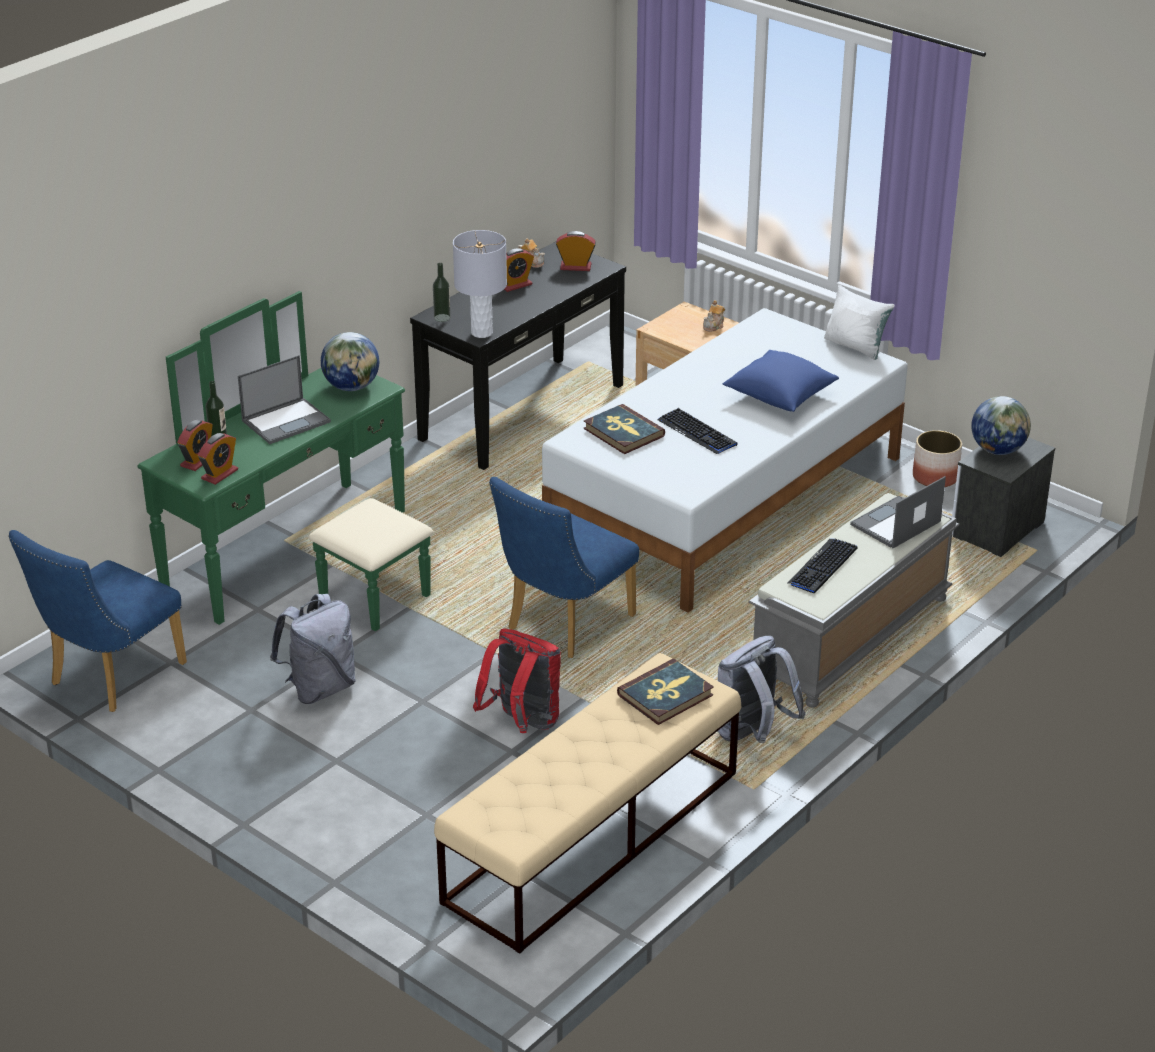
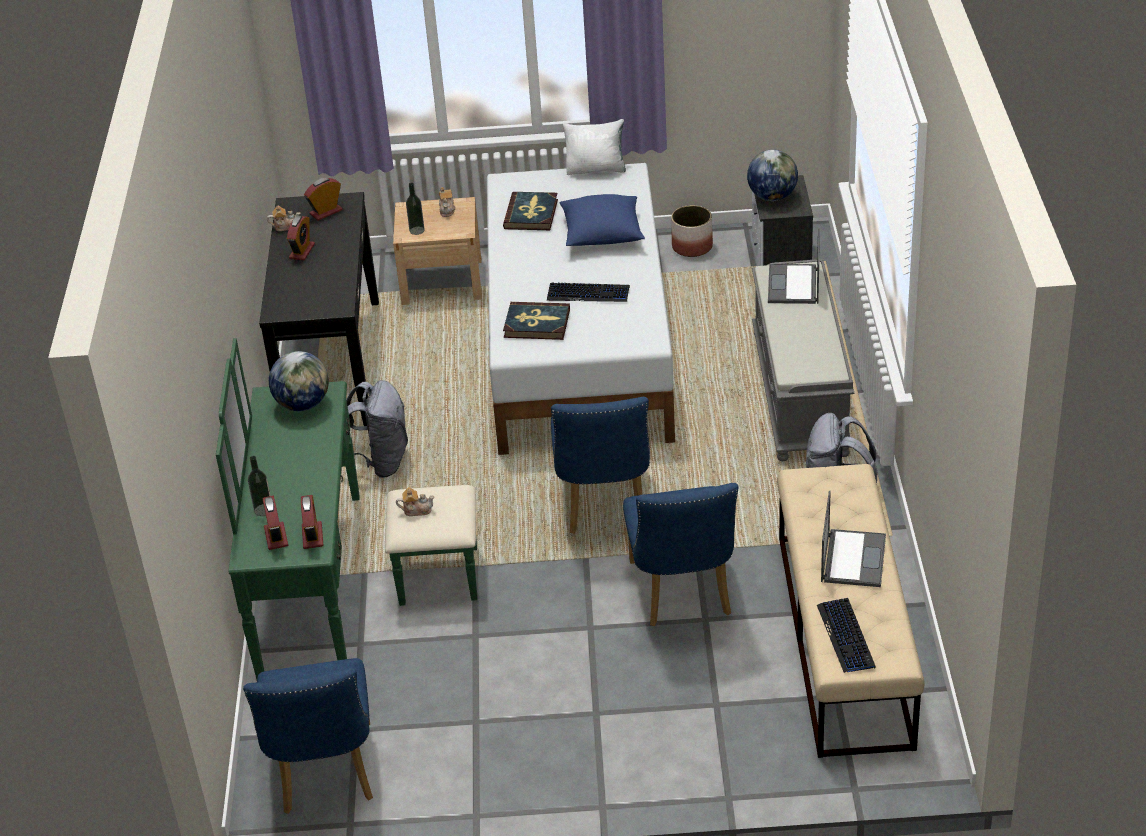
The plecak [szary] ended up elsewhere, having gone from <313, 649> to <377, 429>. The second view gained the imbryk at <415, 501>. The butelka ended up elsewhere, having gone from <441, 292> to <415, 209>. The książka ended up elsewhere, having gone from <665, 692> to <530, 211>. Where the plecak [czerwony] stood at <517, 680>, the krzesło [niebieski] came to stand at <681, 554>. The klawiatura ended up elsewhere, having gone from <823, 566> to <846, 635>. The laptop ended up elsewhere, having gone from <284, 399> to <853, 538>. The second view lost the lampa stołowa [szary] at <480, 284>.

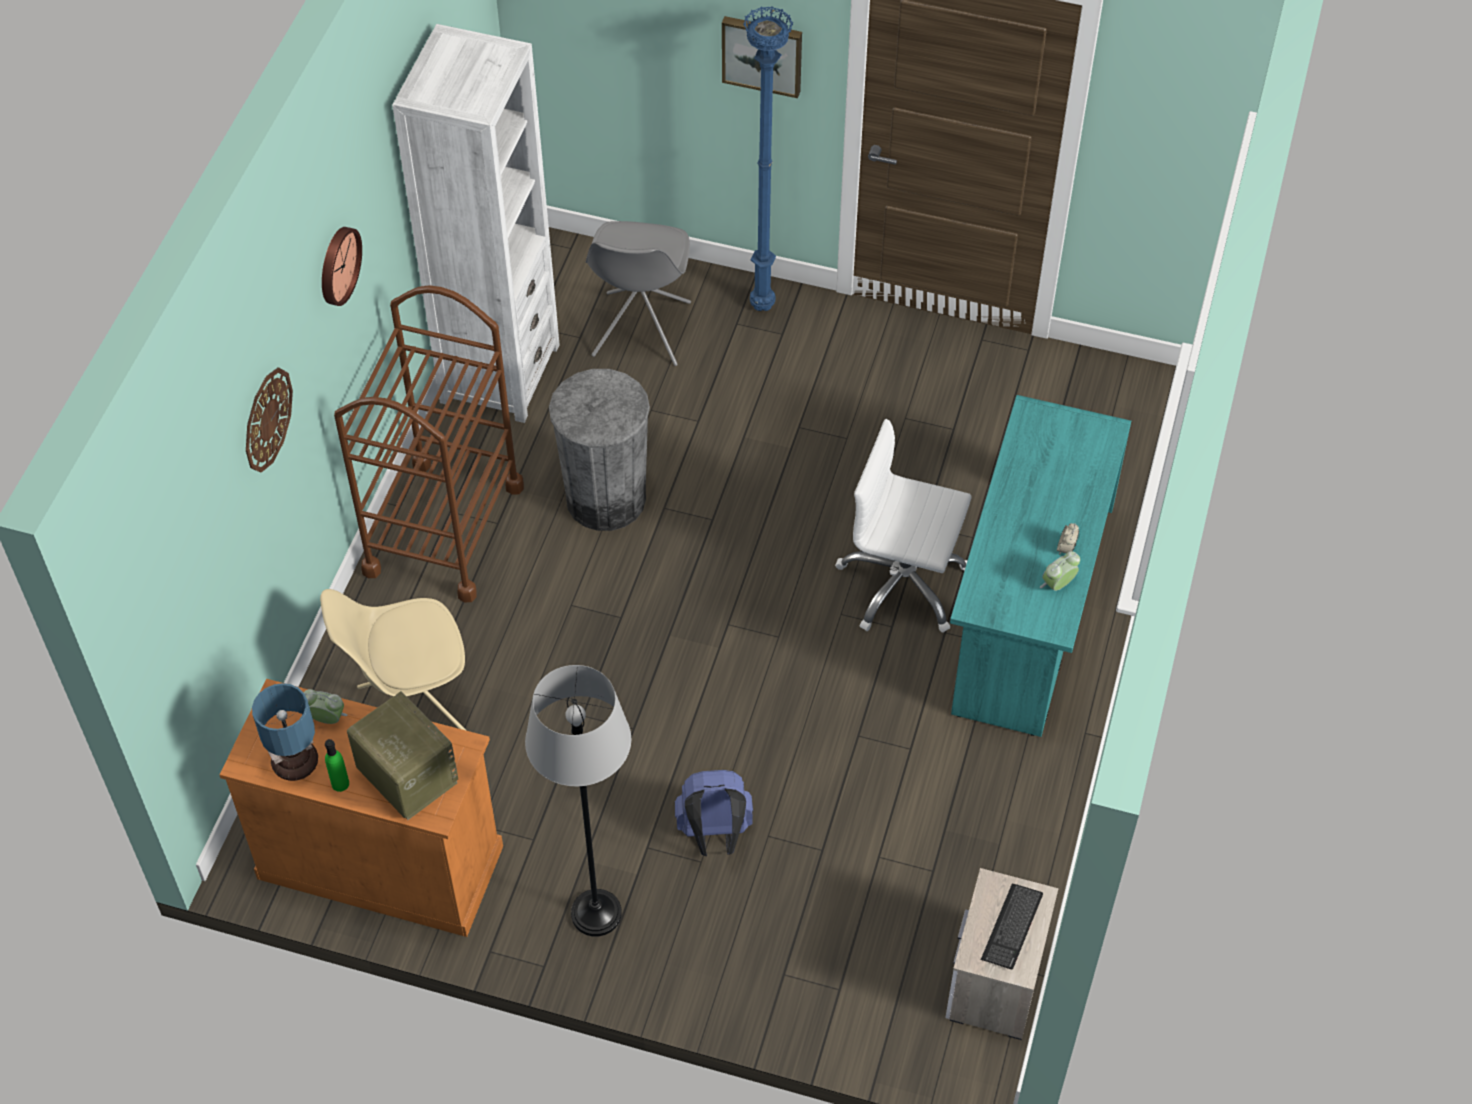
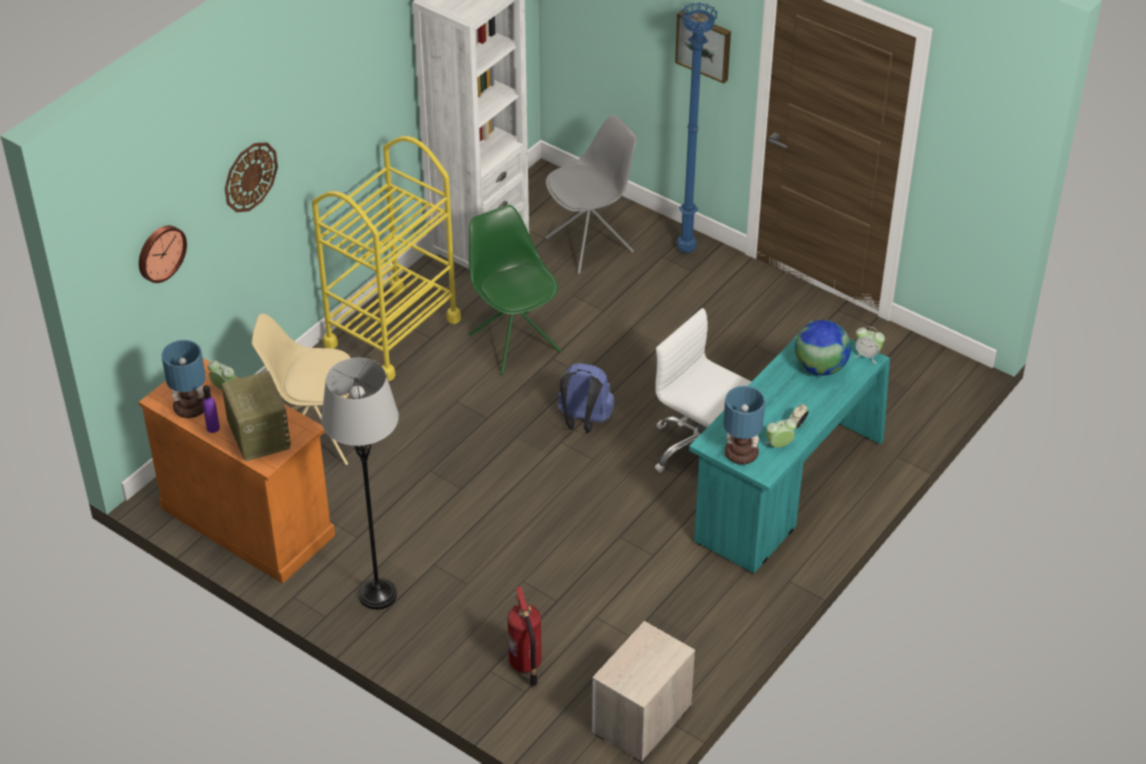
The zegar ścienny ended up elsewhere, having gone from <342, 266> to <163, 254>. What was the butelka [zielony] at <337, 765> turned into the butelka [fioletowy] at <211, 409>. What was the wózek [brązowy] at <429, 443> turned into the wózek [żółty] at <386, 258>. Where the kosz na śmieci [szary] stood at <599, 450>, the krzesło [zielony] came to stand at <515, 290>. The second view gained the gaśnica at <525, 637>. The krzesło [szary] at <638, 293> ended up facing another way, 150 degrees counterclockwise from before. The plecak [niebieski] ended up elsewhere, having gone from <714, 813> to <586, 398>. The second view gained the lampa stołowa at <744, 425>. The second view gained the globus at <823, 348>. The second view gained the budzik at <869, 345>. The second view lost the klawiatura at <1012, 926>.

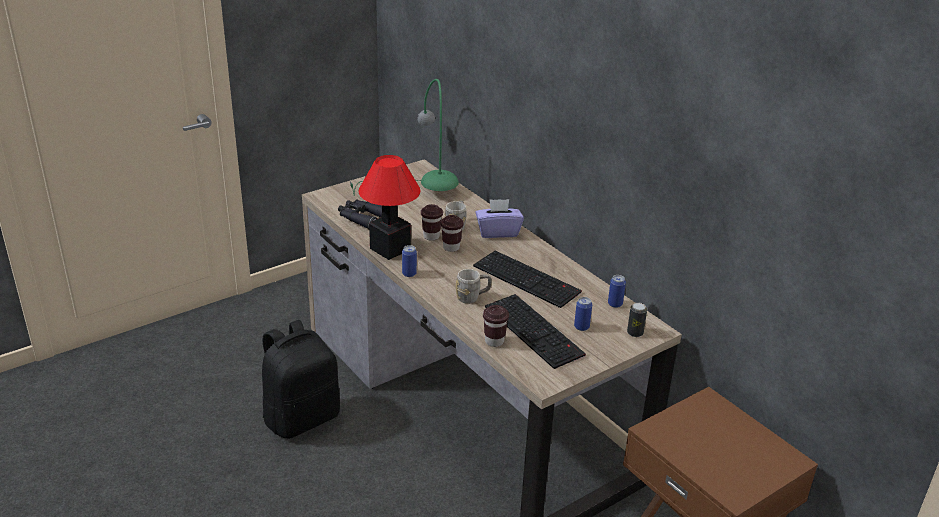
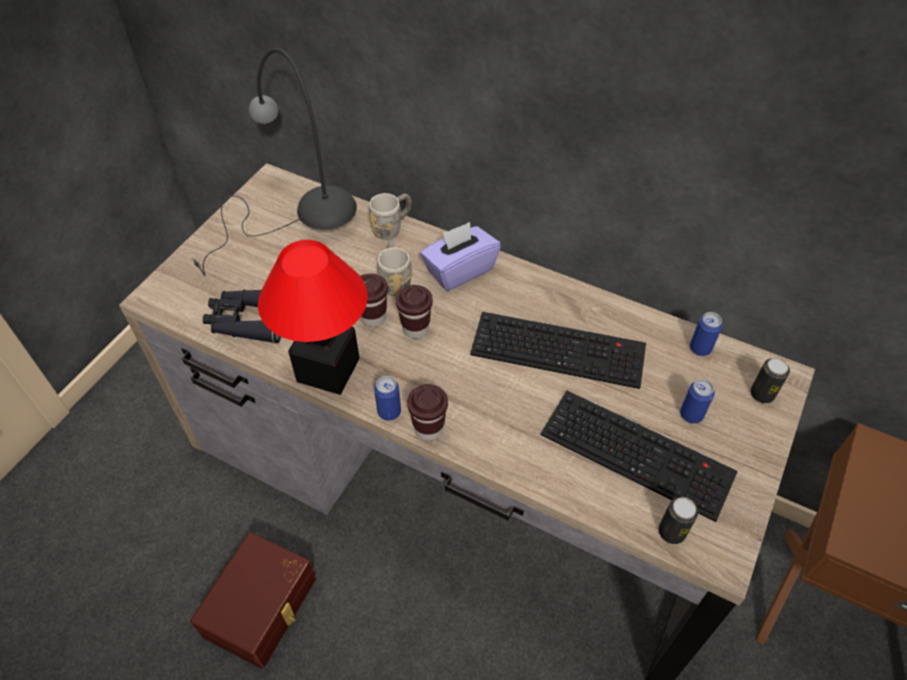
Where the plecak [czarny] stood at <301, 379>, the pojemnik do przechowywania [brązowy] came to stand at <253, 600>. What was the lampa stołowa [zielony] at <404, 137> turned into the lampa stołowa [szary] at <274, 162>. The kubek [szary] ended up elsewhere, having gone from <474, 286> to <390, 216>. The filiżanka [brązowy] ended up elsewhere, having gone from <496, 326> to <427, 412>. The second view gained the puszka at <678, 520>.

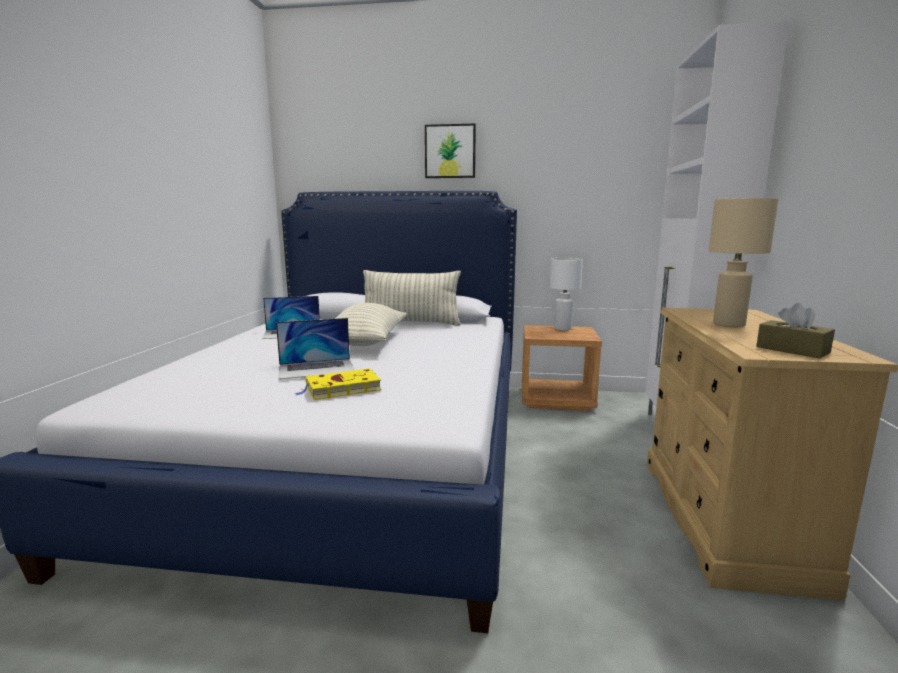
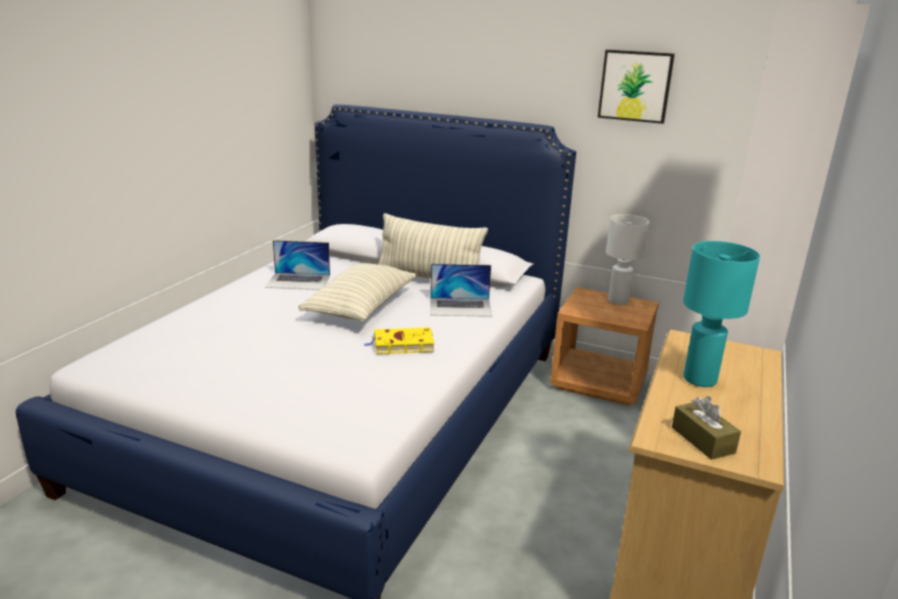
The książka [żółty] ended up elsewhere, having gone from <337, 384> to <399, 340>. The laptop ended up elsewhere, having gone from <315, 348> to <461, 290>. The obraz ended up elsewhere, having gone from <450, 151> to <636, 87>. What was the lampa stołowa [beżowy] at <744, 262> turned into the lampa stołowa [turkusowy] at <721, 314>.

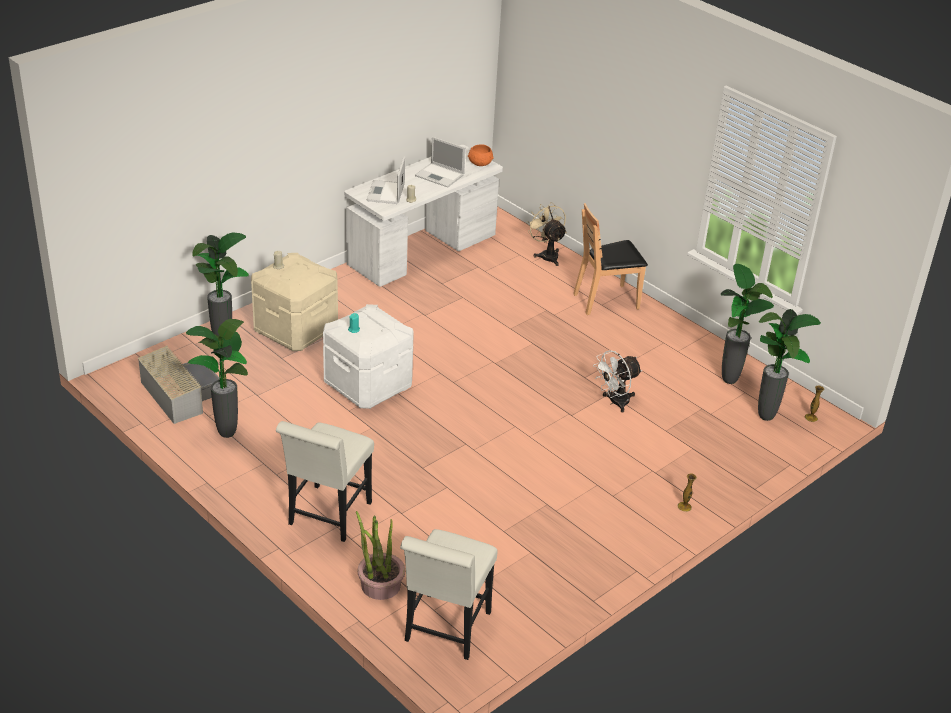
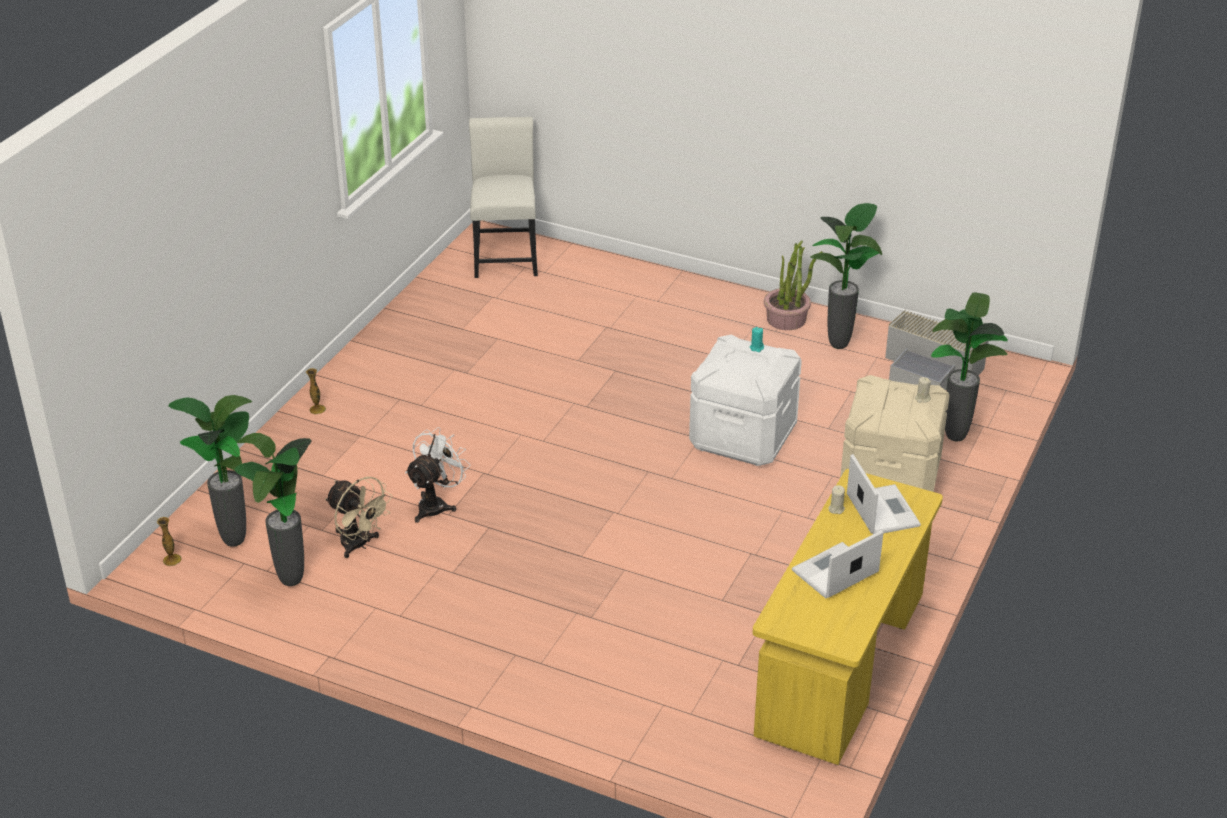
The wentylator [beżowy] ended up elsewhere, having gone from <546, 234> to <359, 517>. What was the biurko [biały] at <423, 216> turned into the biurko [żółty] at <848, 617>. The roślina doniczkowa ended up elsewhere, having gone from <380, 555> to <793, 285>. The laptop at <440, 162> ended up facing another way, 45 degrees counterclockwise from before. The second view lost the krzesło [biały] at <325, 481>. The second view lost the miska [pomarańczowy] at <481, 155>. The second view lost the krzesło [brązowy] at <610, 259>.

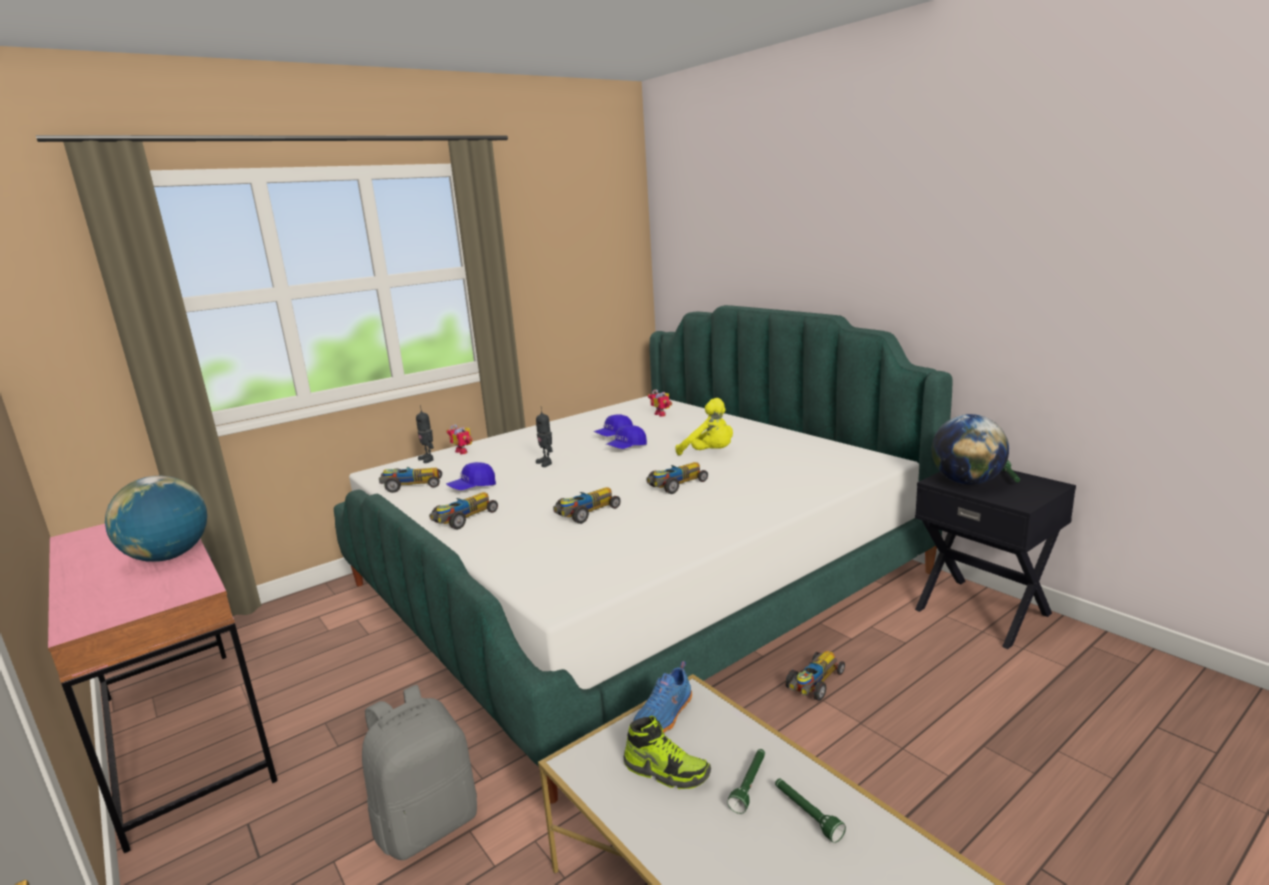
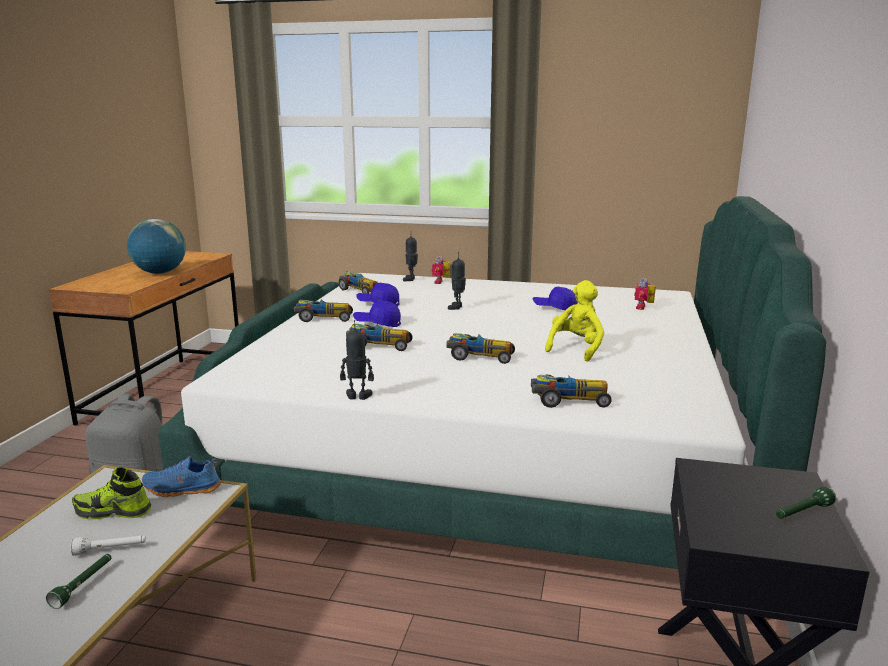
What was the biurko [różowy] at <163, 688> turned into the biurko [brązowy] at <144, 338>. What was the latarka [zielony] at <746, 781> turned into the latarka [biały] at <108, 545>. The but at <667, 752> ended up facing another way, 105 degrees clockwise from before. The second view gained the robot zabawkowy at <357, 360>. The czapka z daszkiem [niebieski] ended up elsewhere, having gone from <626, 437> to <377, 313>. The samochodzik ended up elsewhere, having gone from <815, 676> to <571, 391>. The pluszak [żółty] at <704, 426> ended up facing another way, 150 degrees counterclockwise from before. The second view lost the globus at <970, 449>.

